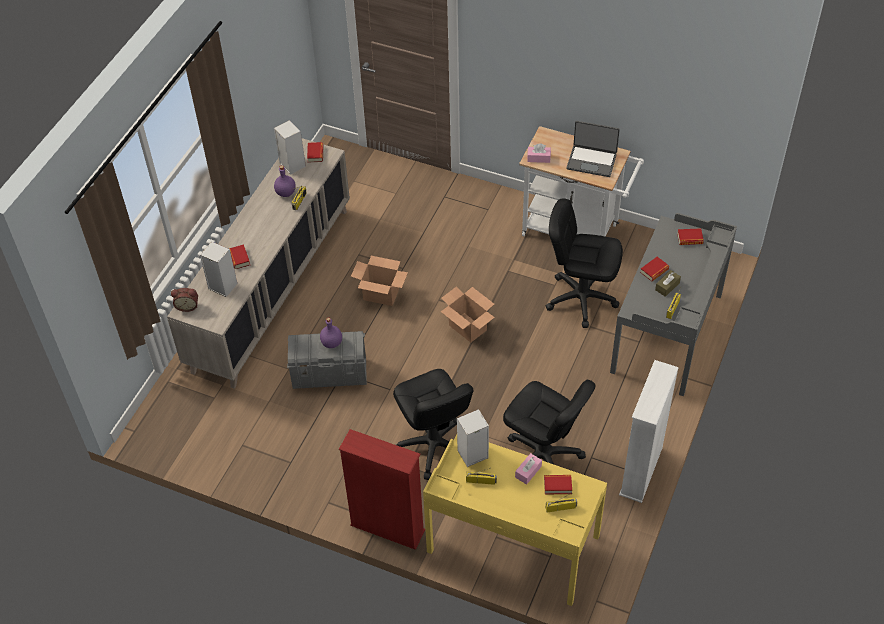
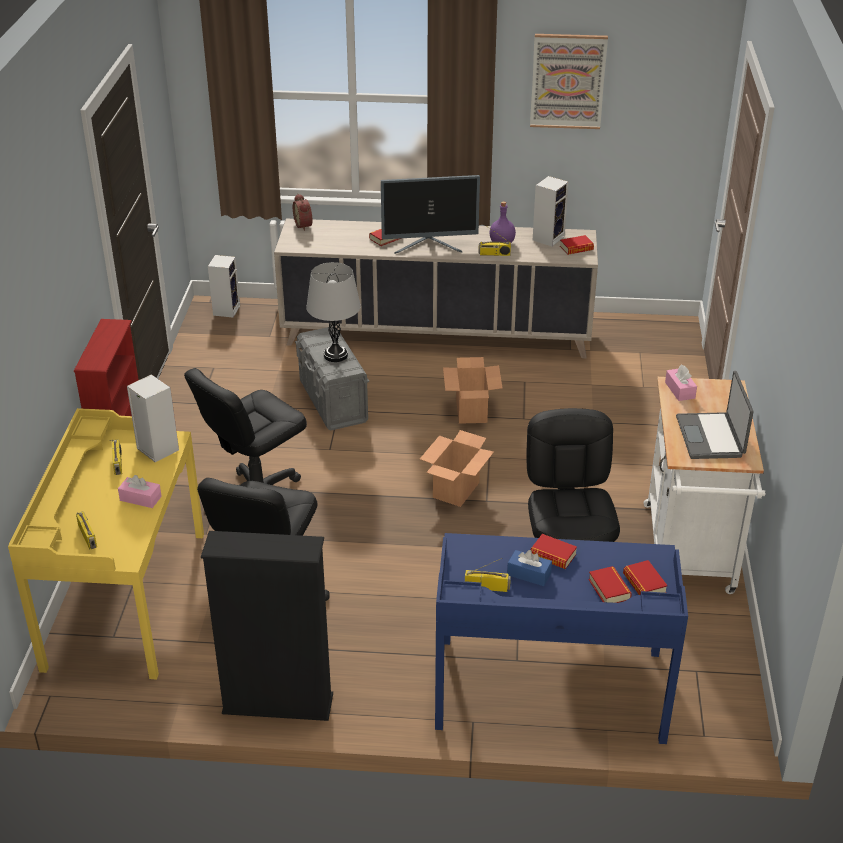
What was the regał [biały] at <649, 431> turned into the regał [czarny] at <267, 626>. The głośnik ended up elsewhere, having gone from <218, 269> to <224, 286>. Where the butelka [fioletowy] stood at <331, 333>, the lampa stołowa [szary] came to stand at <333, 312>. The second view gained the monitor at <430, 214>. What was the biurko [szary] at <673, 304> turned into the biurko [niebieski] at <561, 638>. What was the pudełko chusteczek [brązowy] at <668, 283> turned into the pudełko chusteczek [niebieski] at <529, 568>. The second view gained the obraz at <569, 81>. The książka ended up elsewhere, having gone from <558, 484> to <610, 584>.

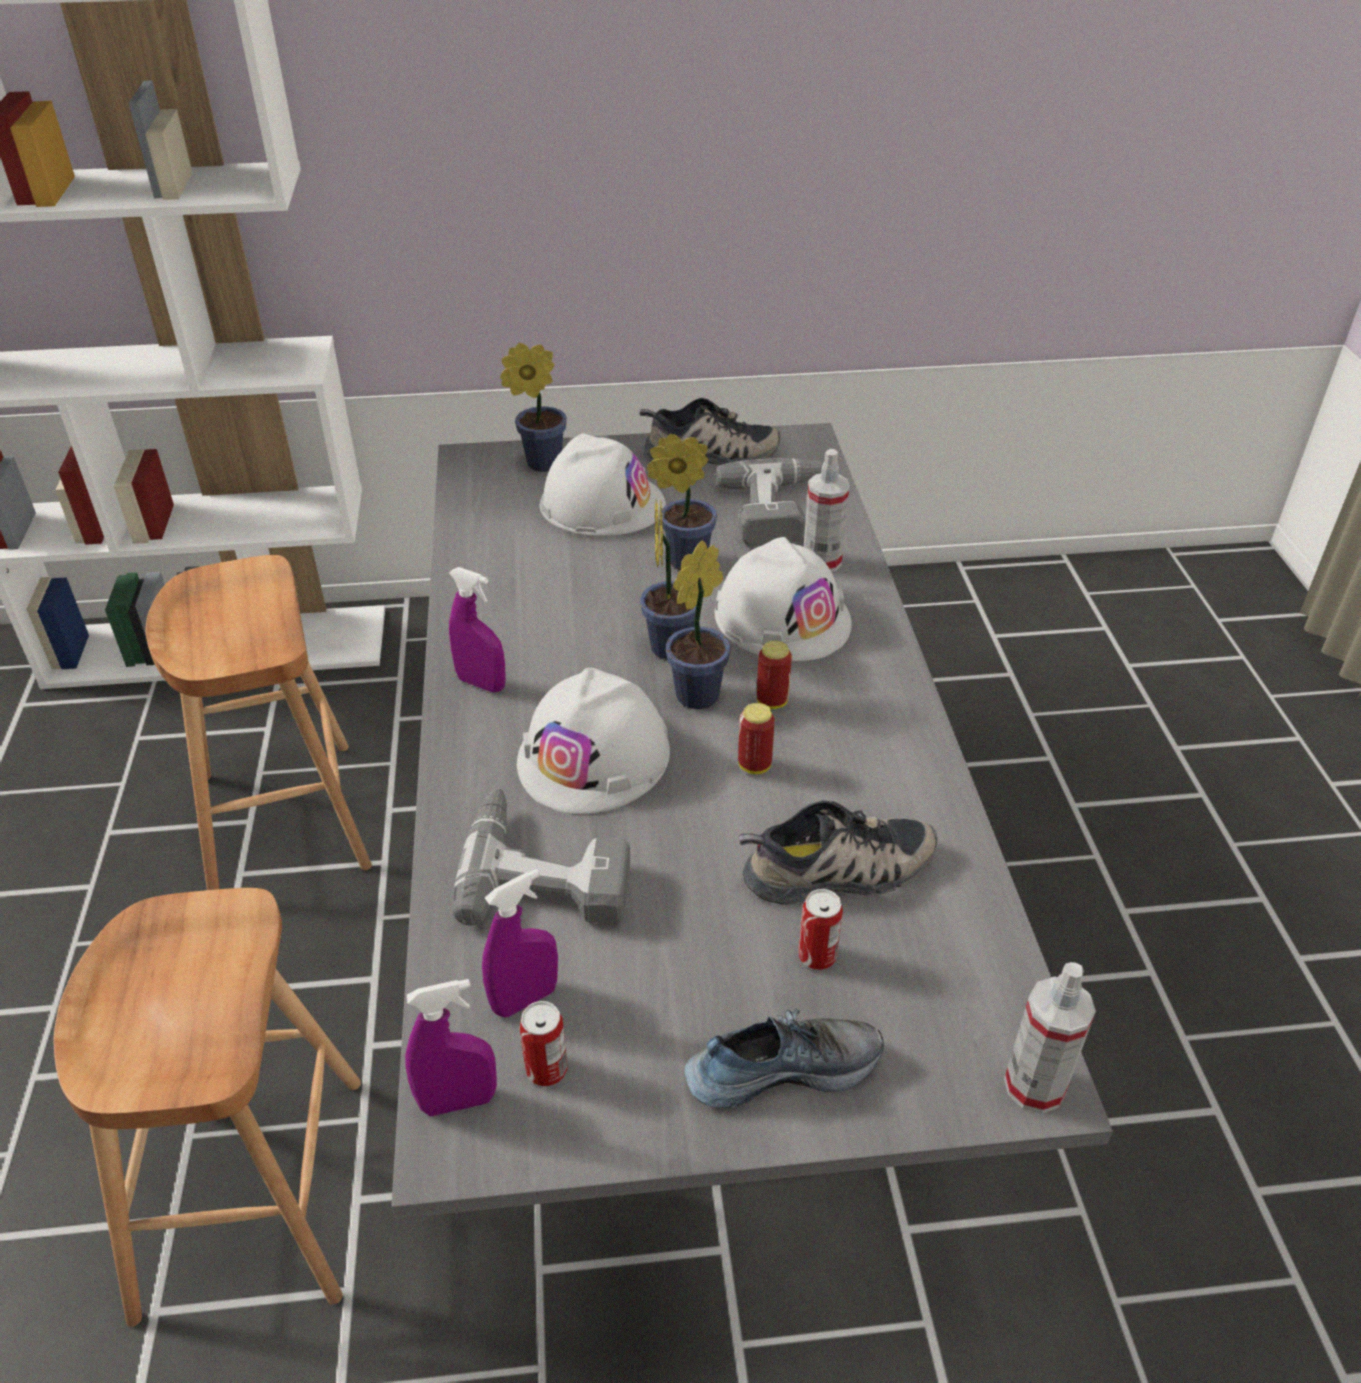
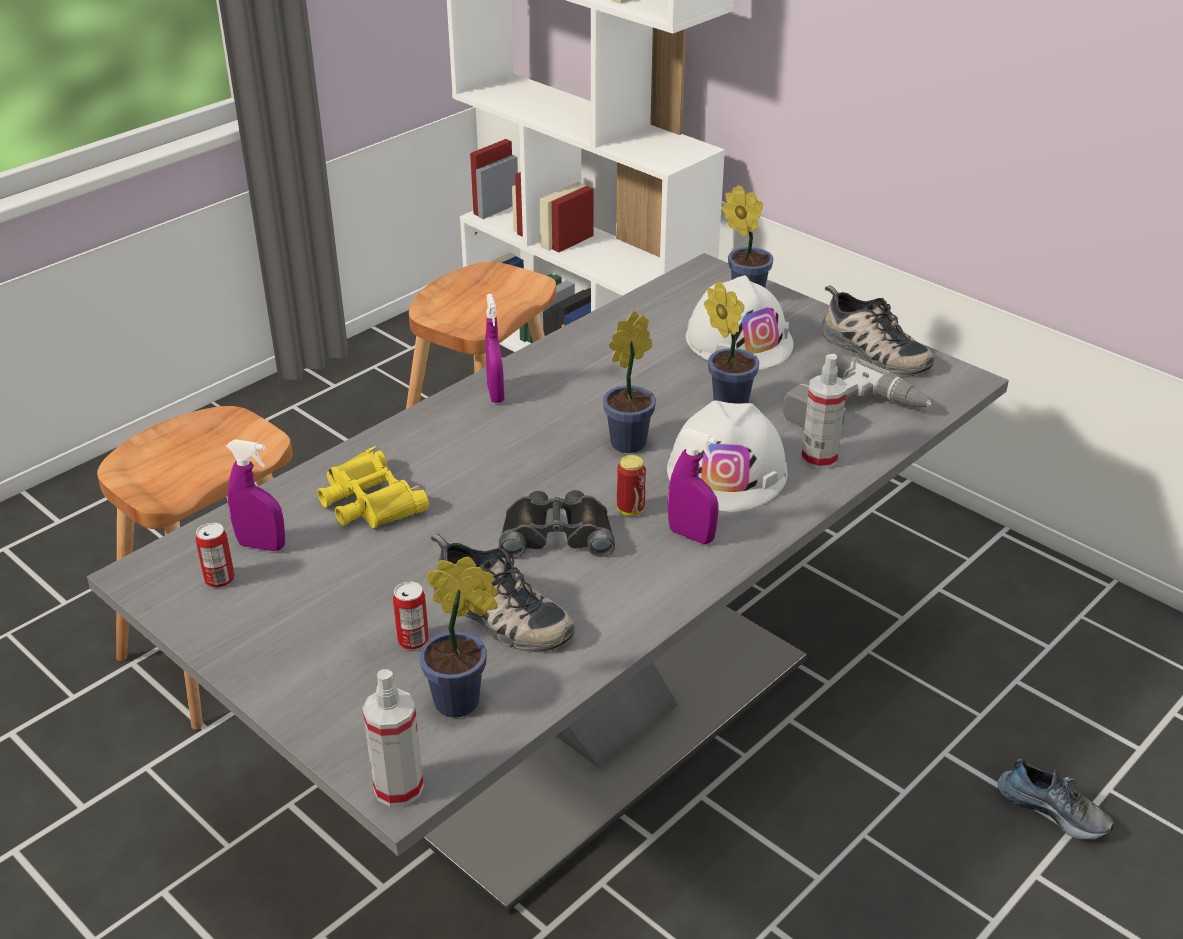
Where the wiertarka stood at <541, 857>, the lornetka [żółty] came to stand at <373, 487>. The roślina doniczkowa ended up elsewhere, having gone from <698, 625> to <459, 637>. Where the puszka stood at <756, 738>, the lornetka [czarny] came to stand at <557, 524>. The spryskiwacz [fioletowy] ended up elsewhere, having gone from <451, 1047> to <692, 486>. The but ended up elsewhere, having gone from <784, 1058> to <1055, 799>. The second view lost the kask [biały] at <593, 741>.

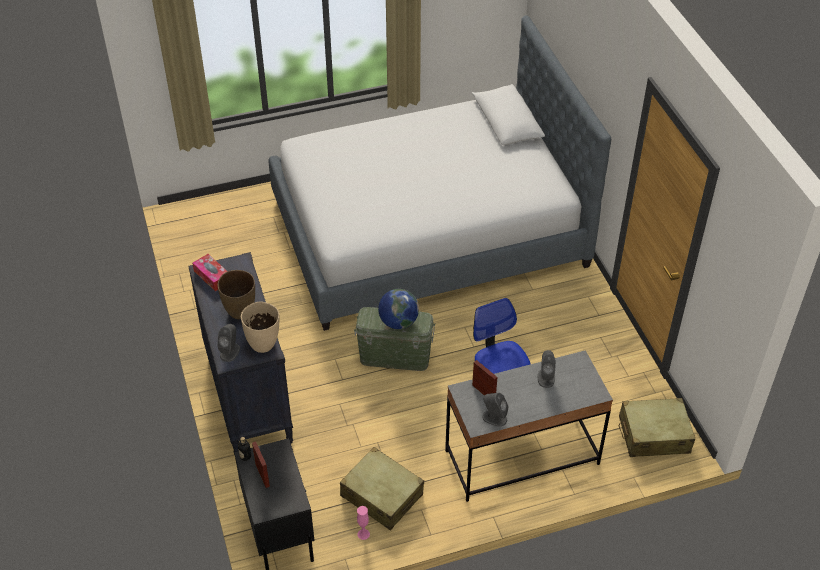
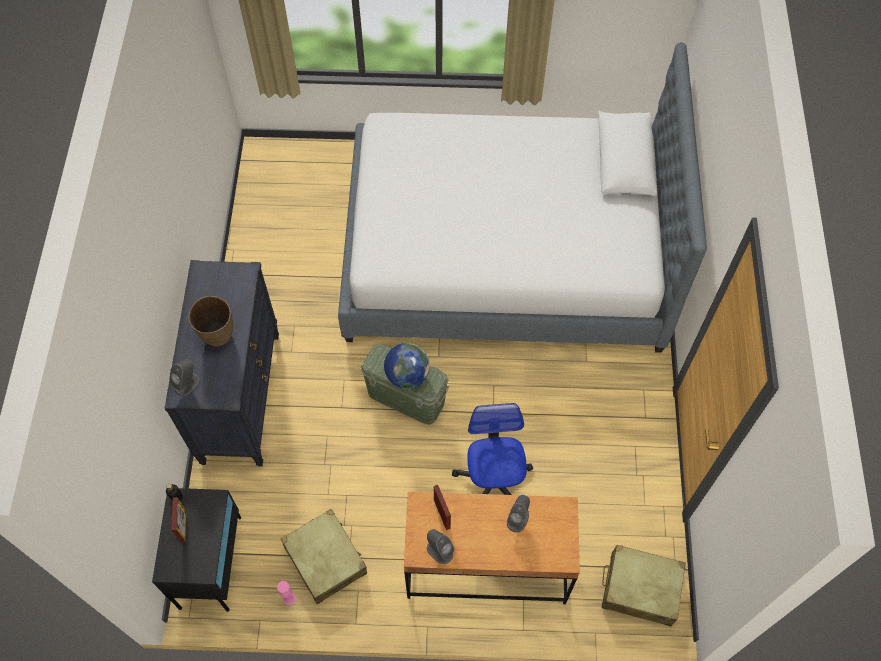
What was the biurko [szary] at <529, 426> turned into the biurko [brązowy] at <492, 547>. The second view lost the pudełko chusteczek at <210, 272>. The second view lost the wazon [beżowy] at <260, 327>.

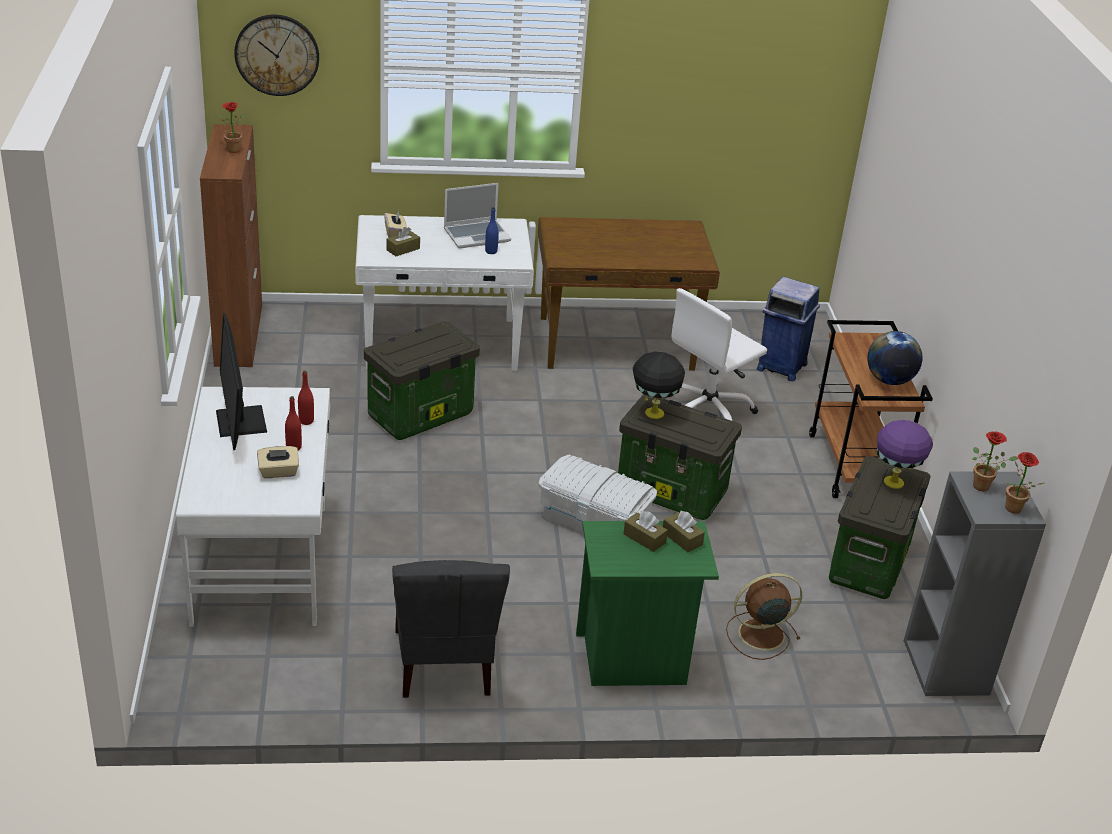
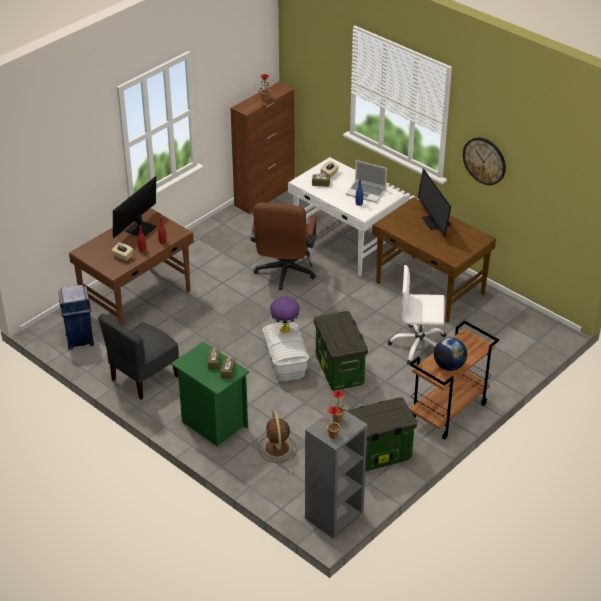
The kosz na śmieci [niebieski] ended up elsewhere, having gone from <788, 329> to <76, 317>. What was the biurko [biały] at <253, 507> turned into the biurko [brązowy] at <131, 267>. Where the pojemnik do przechowywania stood at <422, 380>, the krzesło biurowe [brązowy] came to stand at <284, 246>. The wentylator [brązowy] at <764, 616> ended up facing another way, 135 degrees counterclockwise from before. The lampa stołowa [fioletowy] ended up elsewhere, having gone from <905, 454> to <285, 314>. The second view gained the monitor at <434, 202>. The zegar ścienny ended up elsewhere, having gone from <276, 55> to <484, 161>. The second view lost the lampa stołowa [czarny] at <659, 385>.

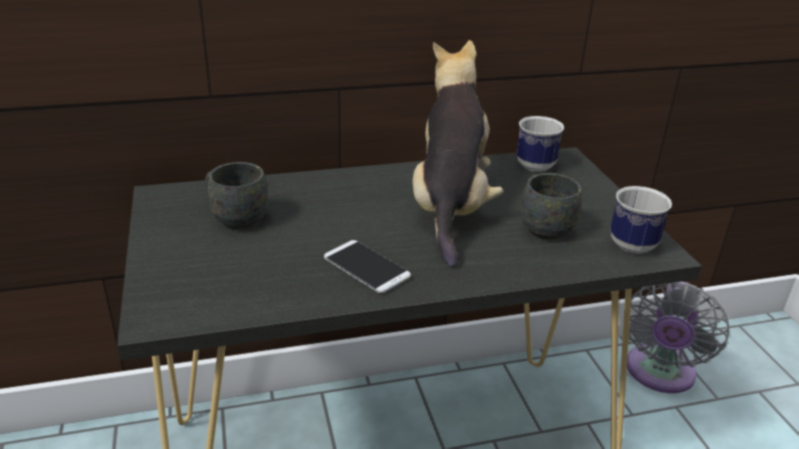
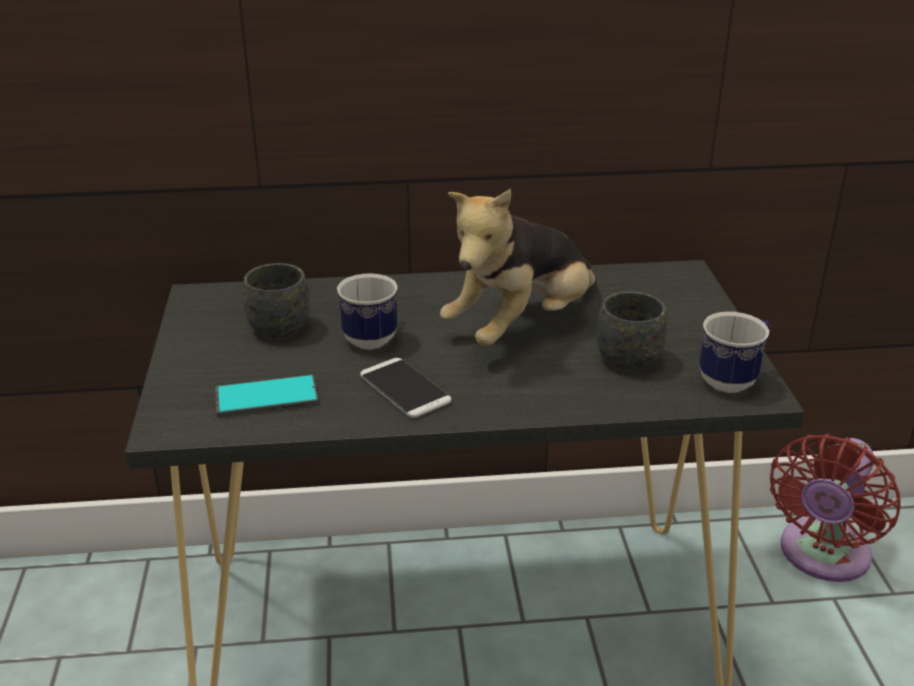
The second view gained the telefon at <267, 395>. The kubek ended up elsewhere, having gone from <540, 144> to <367, 311>. The pluszak at <458, 153> ended up facing another way, 150 degrees counterclockwise from before. What was the wentylator [szary] at <678, 337> turned into the wentylator [czerwony] at <835, 508>.

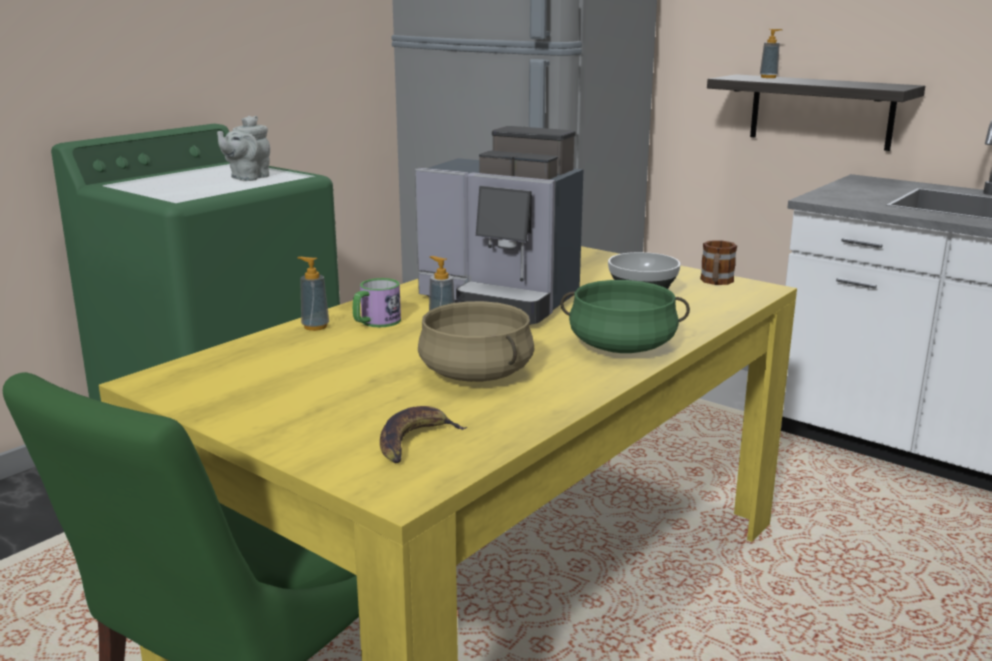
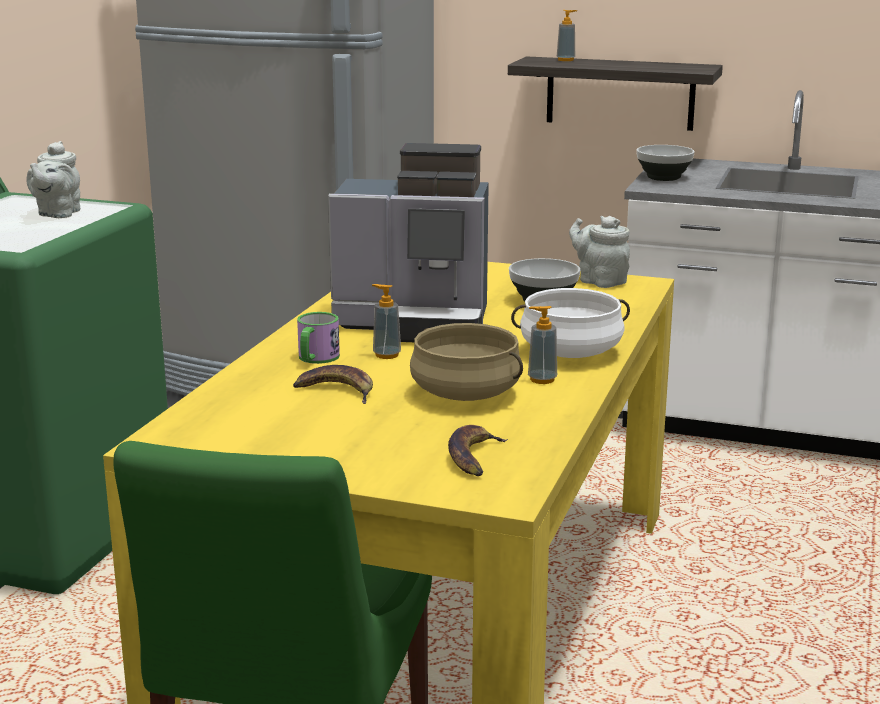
The second view gained the banan at <333, 384>. What was the garnek [zielony] at <625, 316> turned into the garnek [biały] at <570, 323>. The dozownik mydła ended up elsewhere, having gone from <313, 294> to <542, 345>. Where the kubek stood at <718, 262>, the imbryk [szary] came to stand at <599, 252>. The second view gained the miska at <665, 163>.

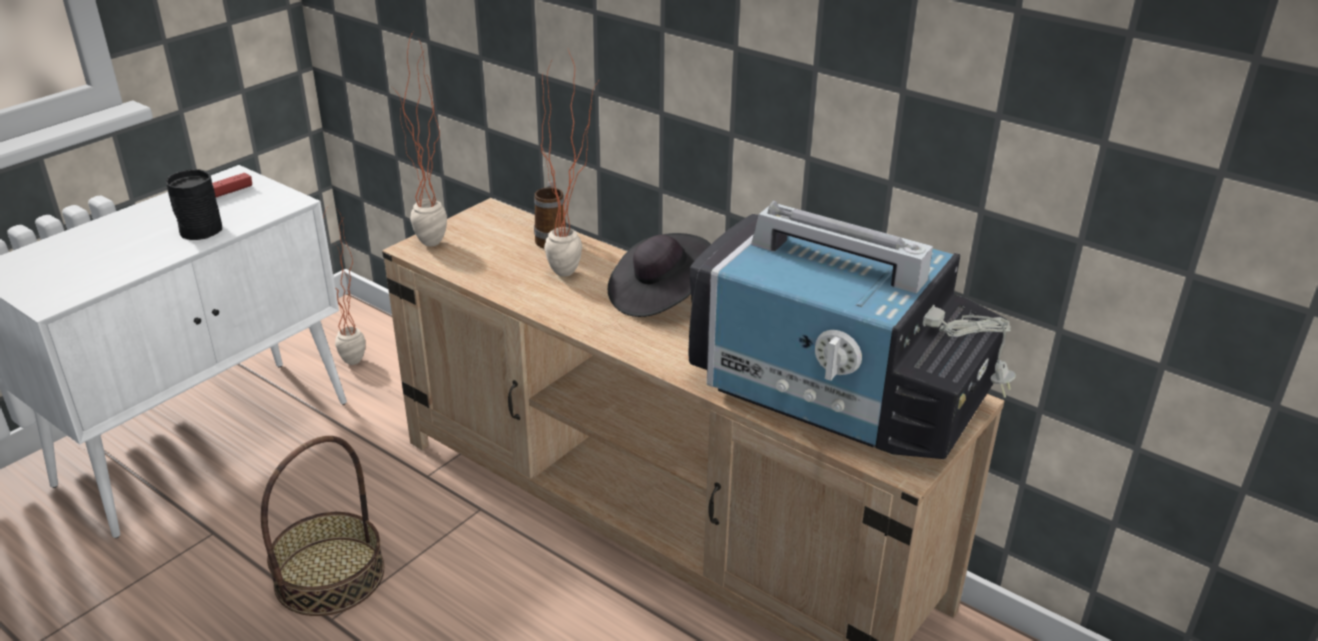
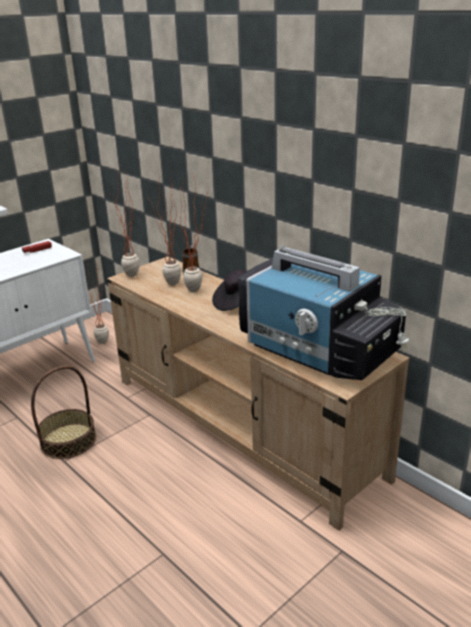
The second view gained the roślina doniczkowa at <164, 229>. The second view lost the kubek [czarny] at <193, 204>.

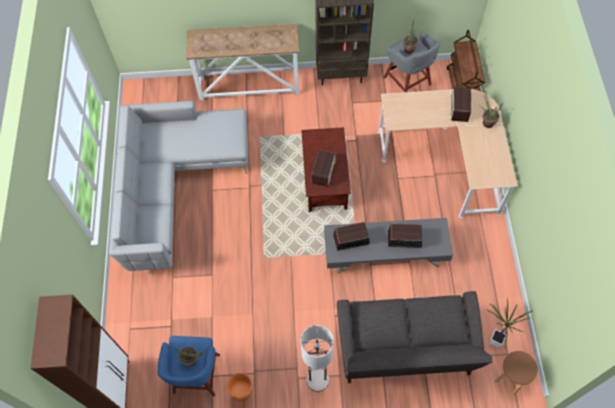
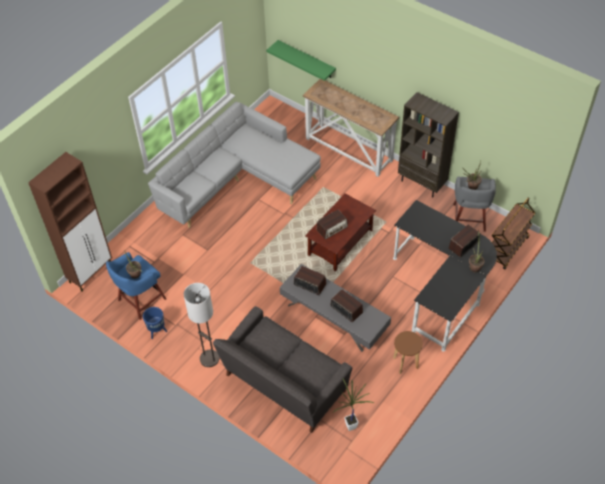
What was the donica [pomarańczowy] at <240, 389> turned into the donica [niebieski] at <155, 323>. The second view gained the półka [zielony] at <301, 60>. What was the biurko [beżowy] at <447, 153> turned into the biurko [czarny] at <445, 276>. The stołek [brązowy] ended up elsewhere, having gone from <516, 373> to <408, 352>.

